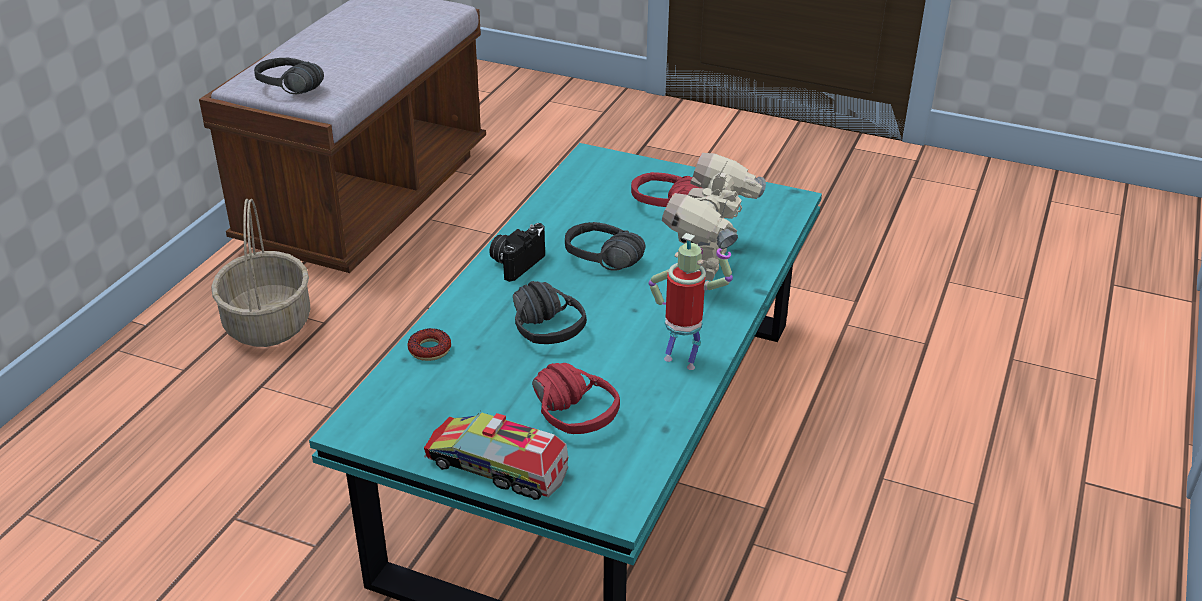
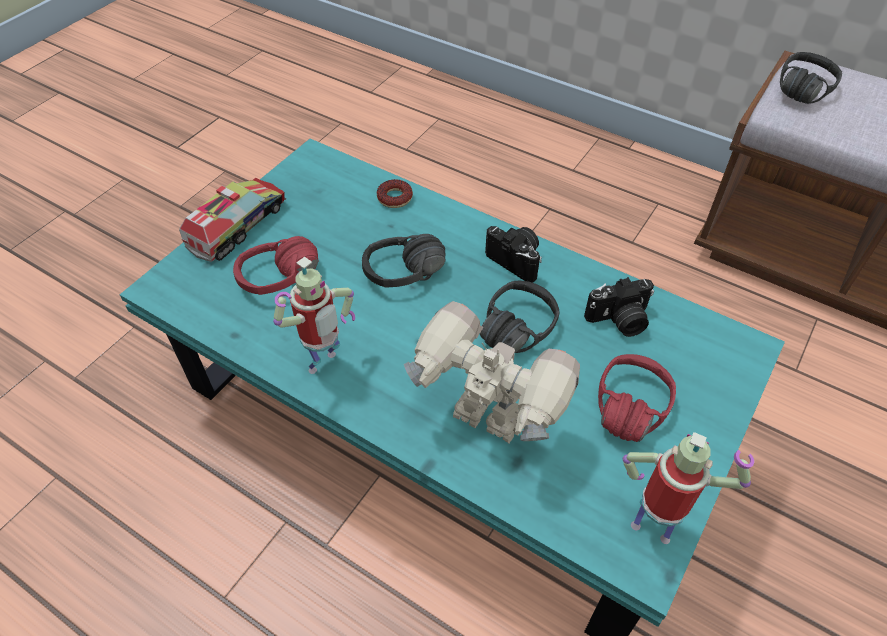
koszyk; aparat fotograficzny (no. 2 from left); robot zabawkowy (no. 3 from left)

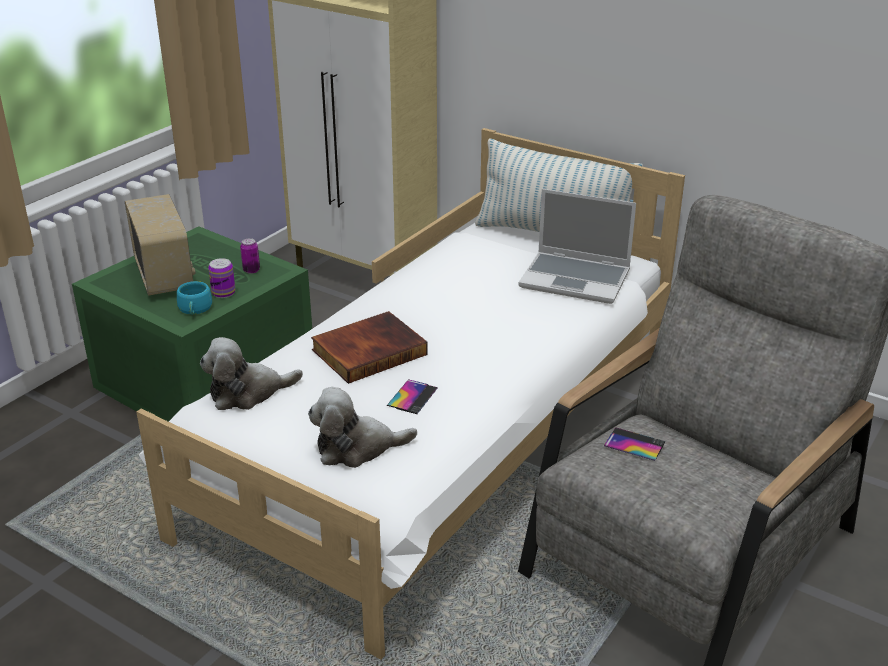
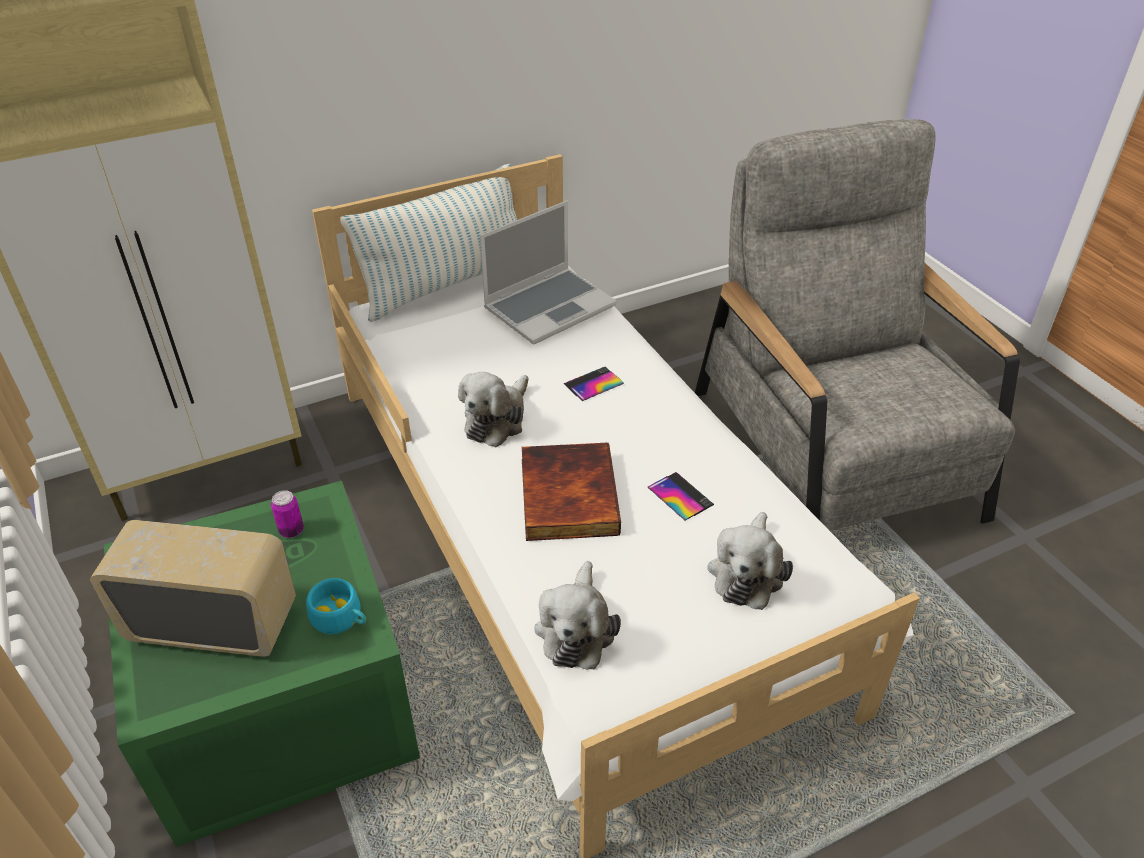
puszka (no. 1 from left in the first image); telefon (no. 1 from left); pluszak (no. 1 from left)

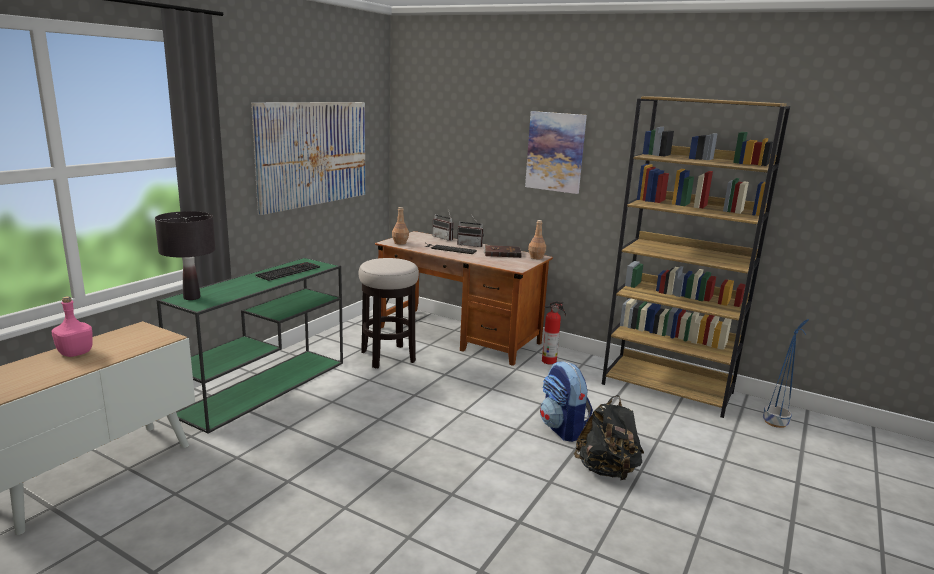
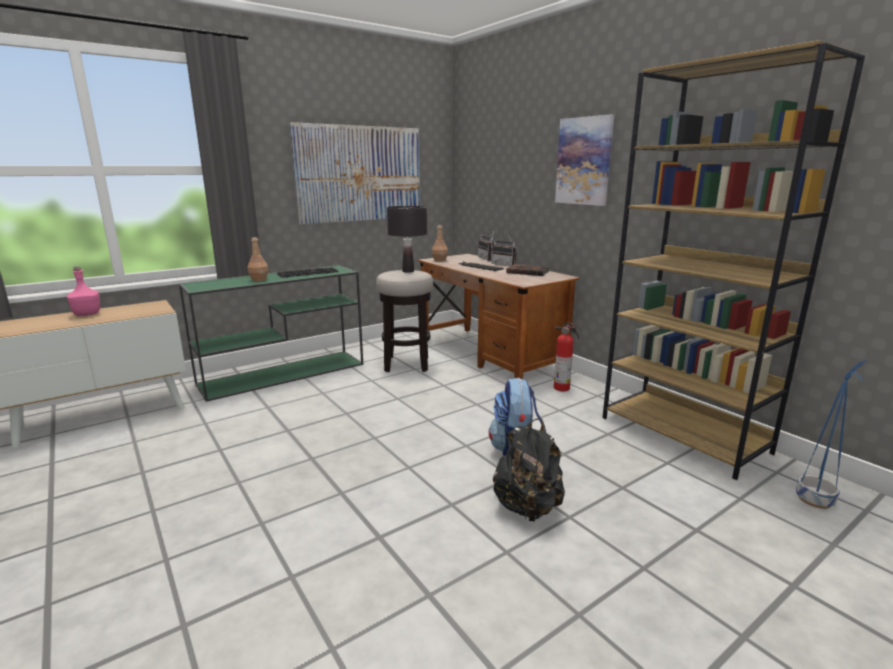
lampa stołowa (czarny); butelka (brązowy) (no. 1 from left)

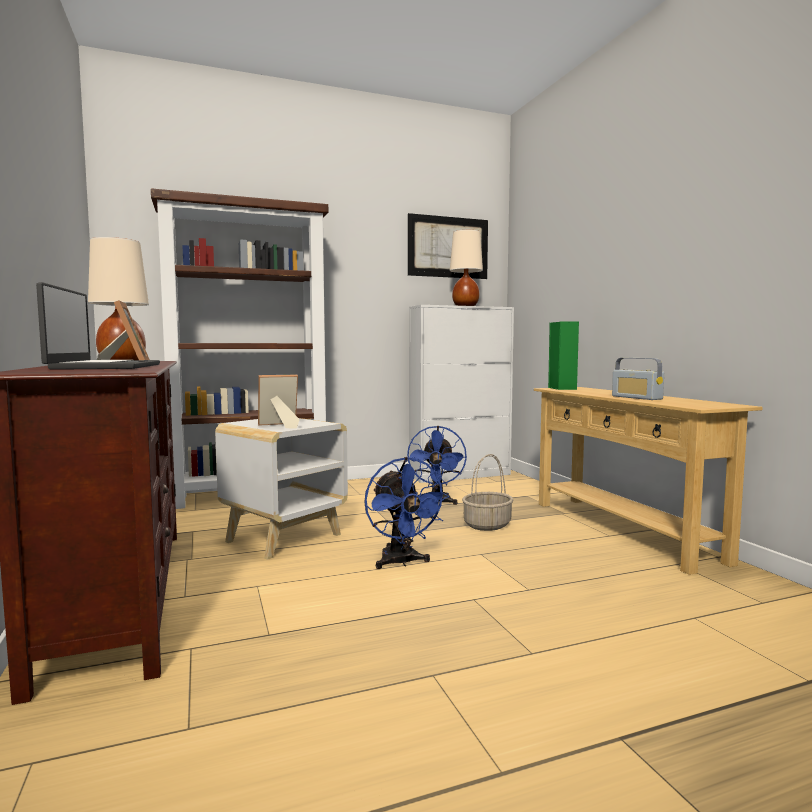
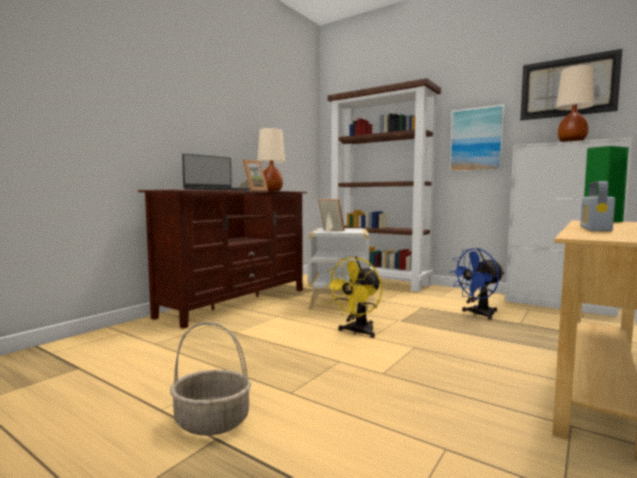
wentylator (żółty); koszyk; obraz (no. 1 from left)

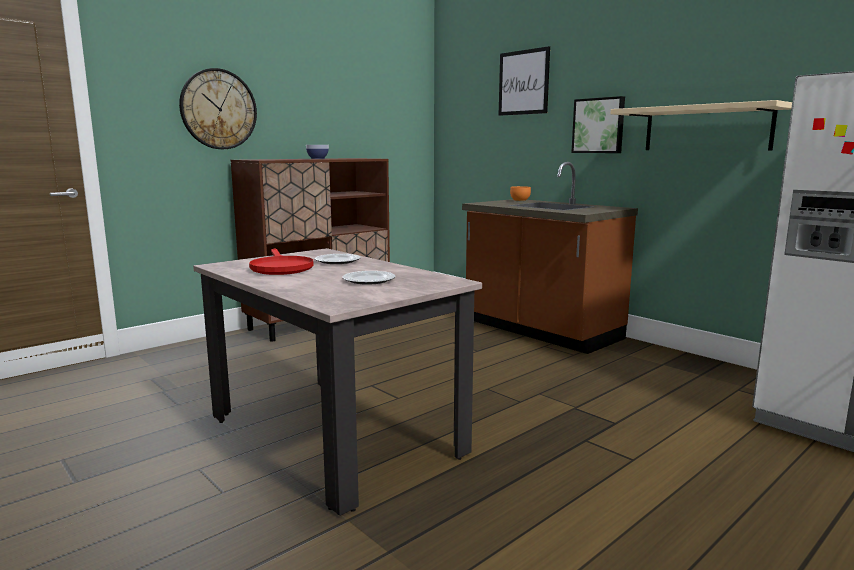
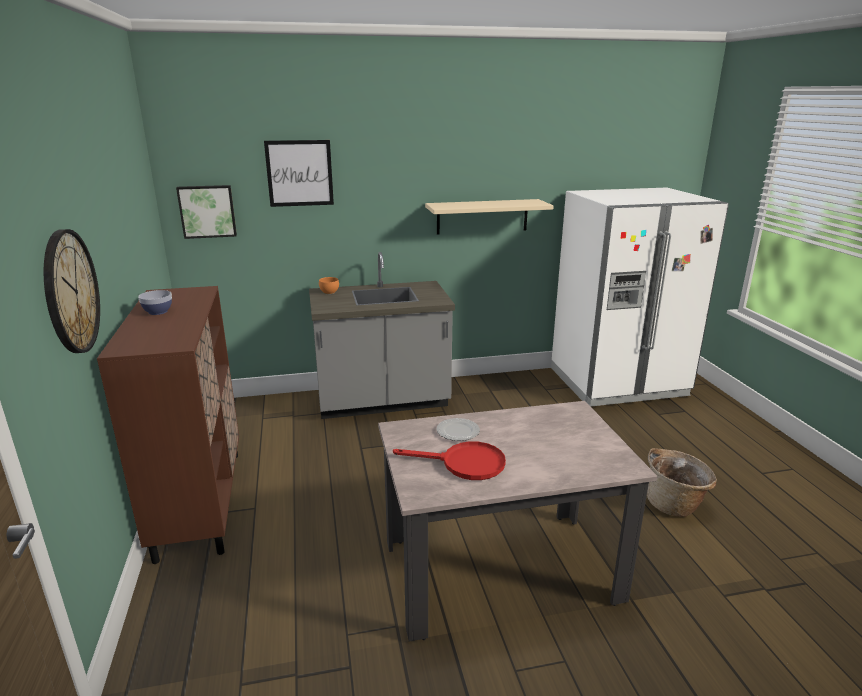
talerz (no. 2 from left in the first image); zabudowa kuchenna (szary); obraz (no. 1 from left); koszyk

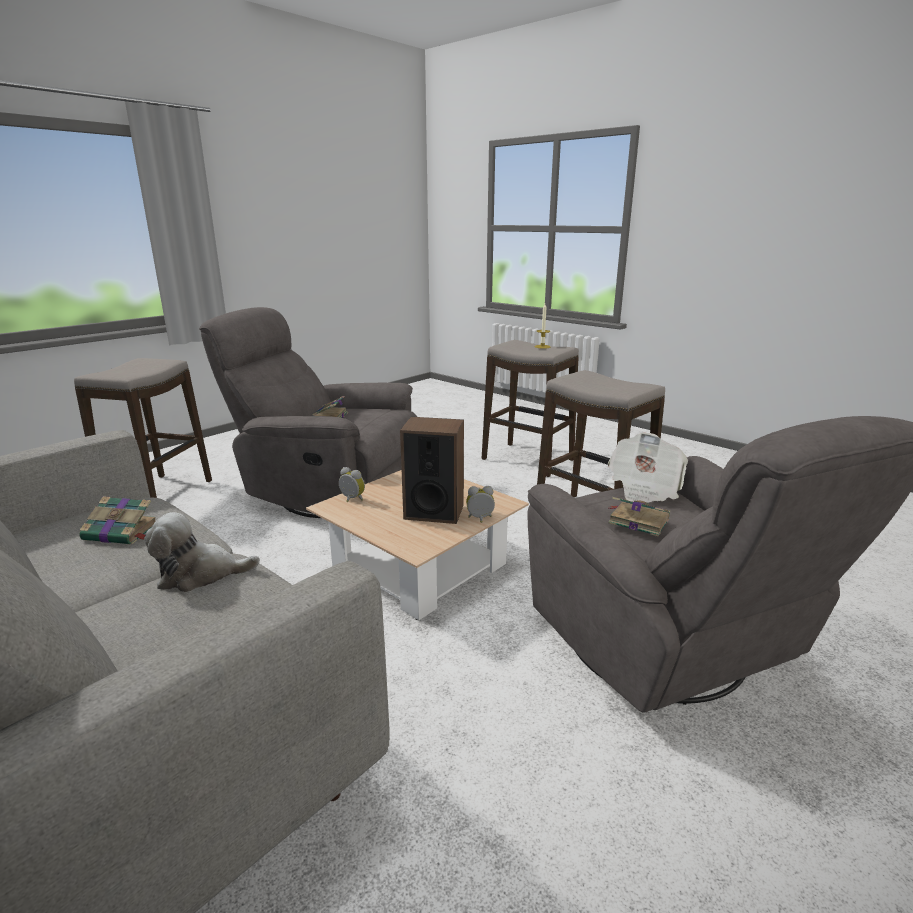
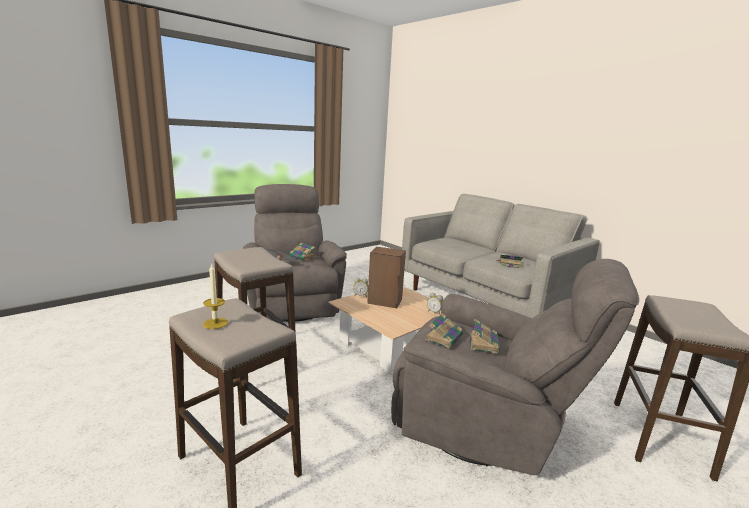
pluszak; książka (no. 2 from left)

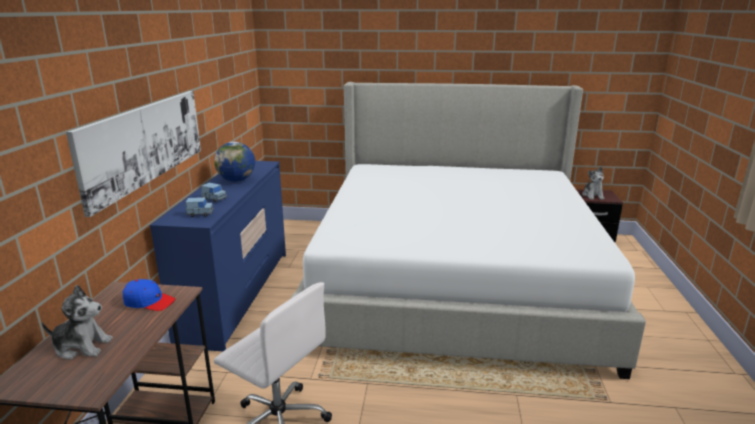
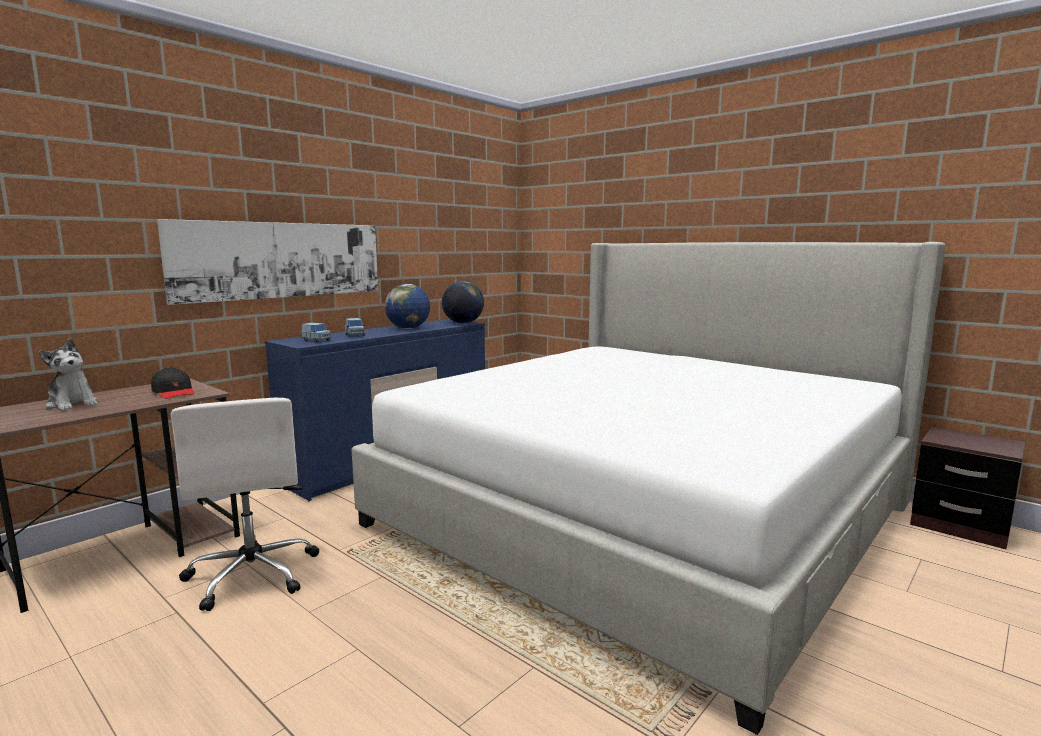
czapka z daszkiem (czarny); pluszak (no. 2 from left in the first image); globus (no. 2 from left)

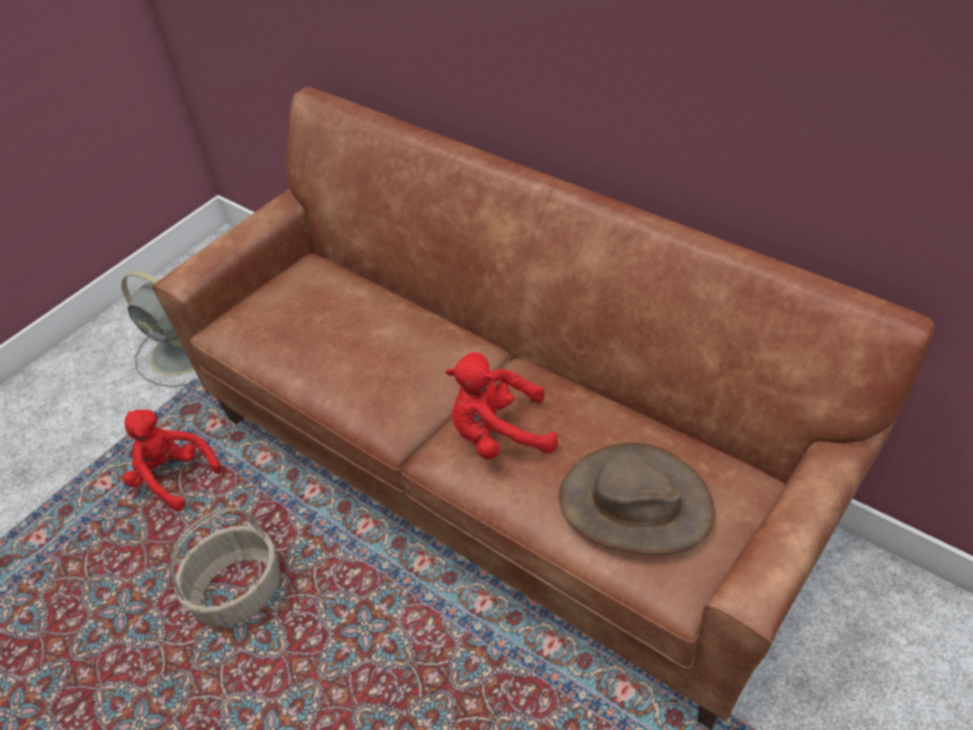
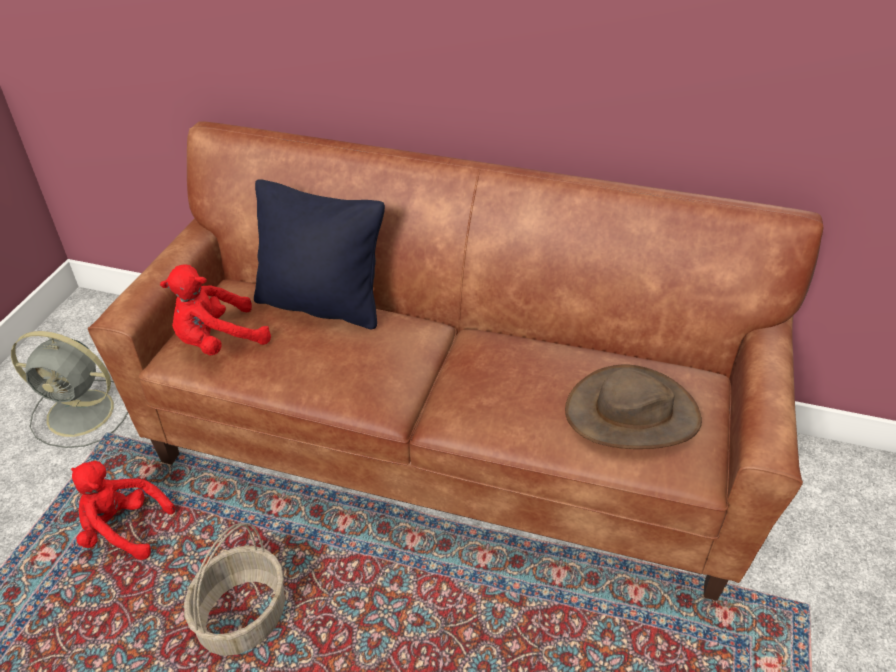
pluszak (czerwony) (no. 2 from left); poduszka (czarny)

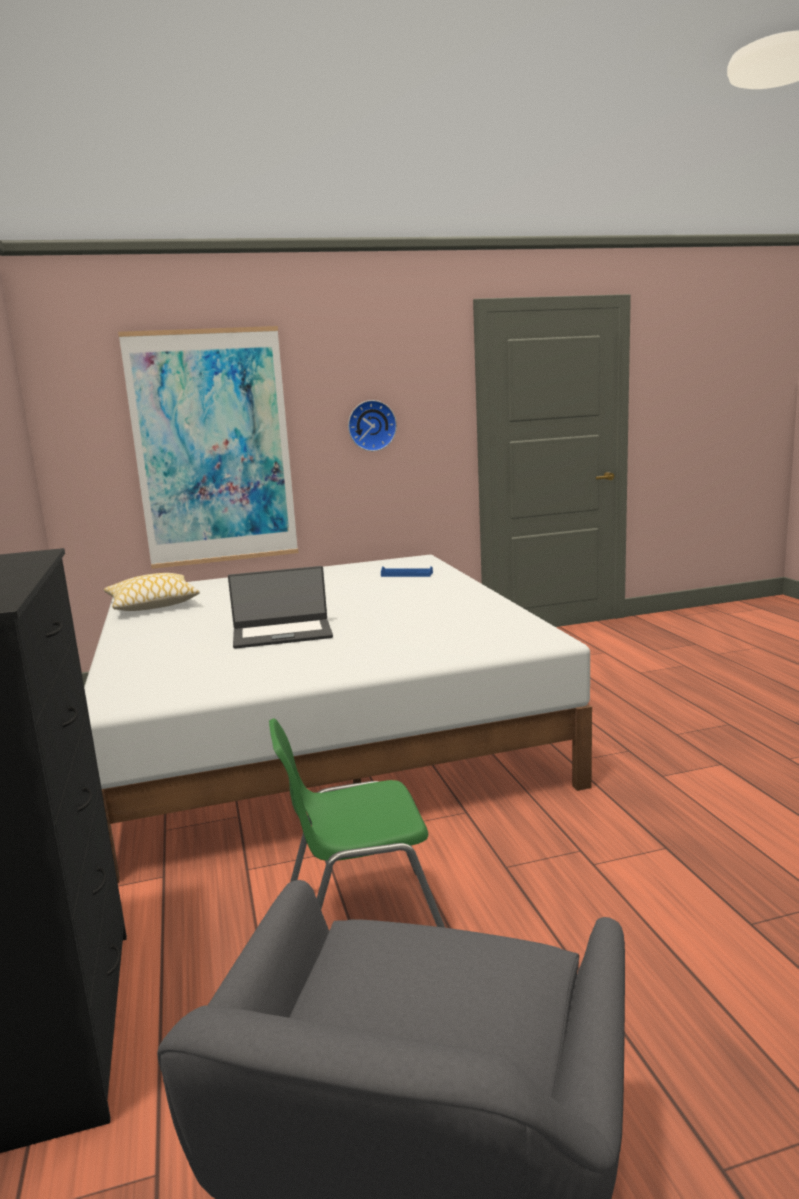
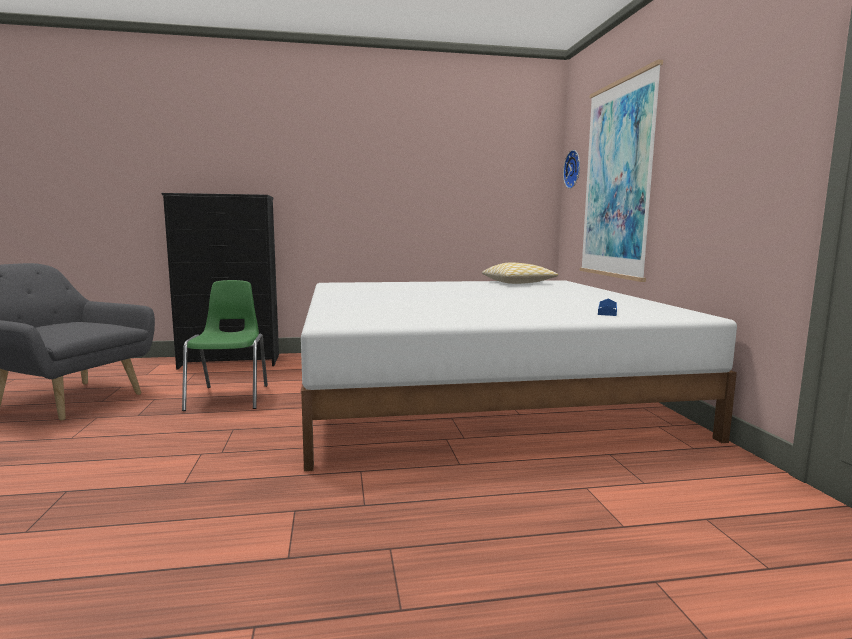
laptop; zegar ścienny

